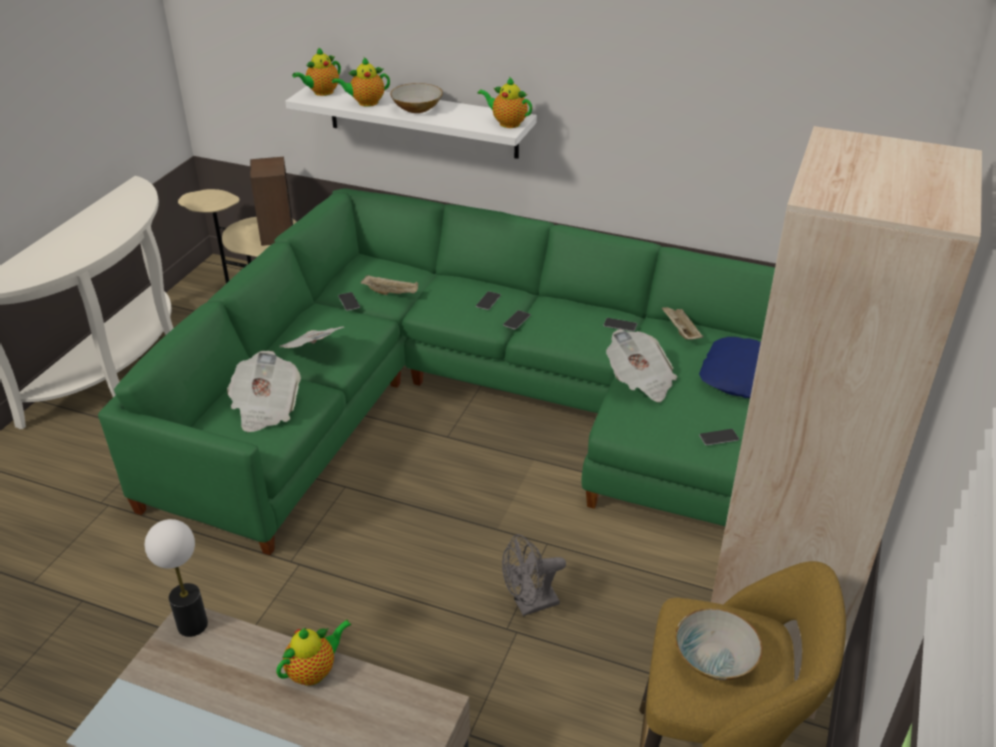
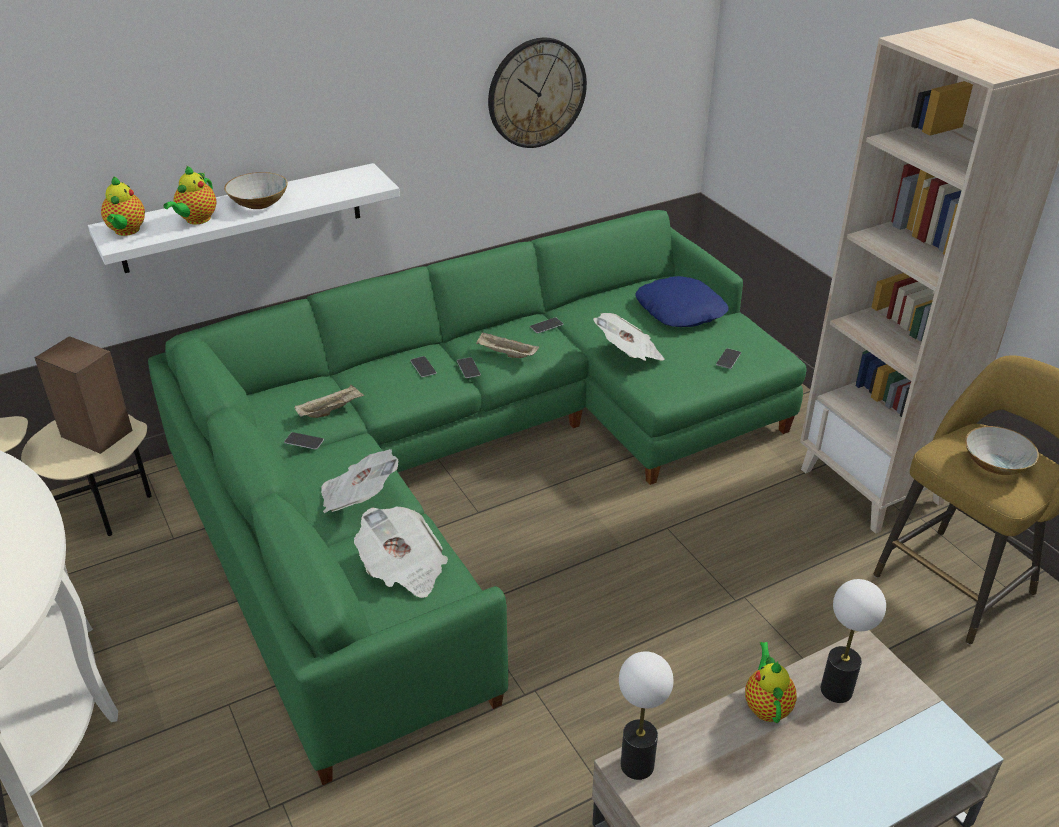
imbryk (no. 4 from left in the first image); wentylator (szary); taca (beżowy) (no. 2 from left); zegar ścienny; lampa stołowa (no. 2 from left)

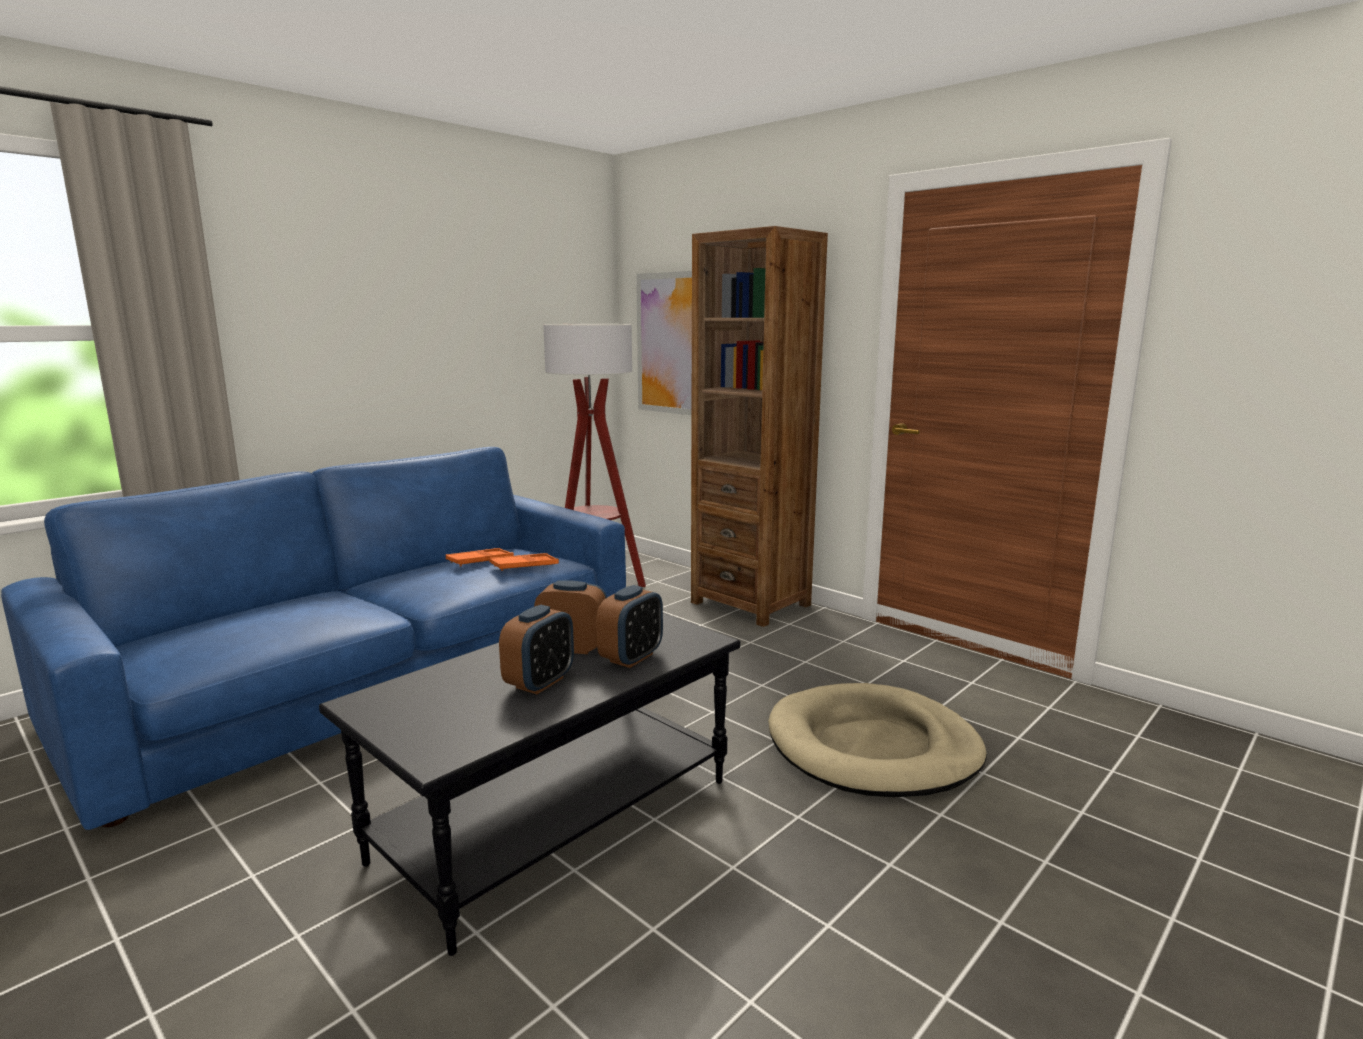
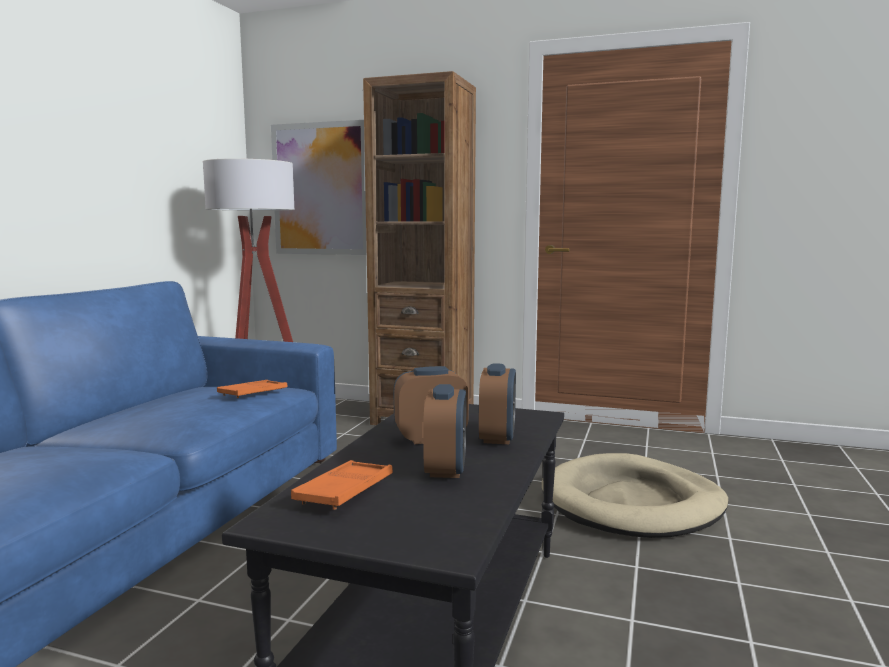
taca (pomarańczowy) (no. 2 from left)

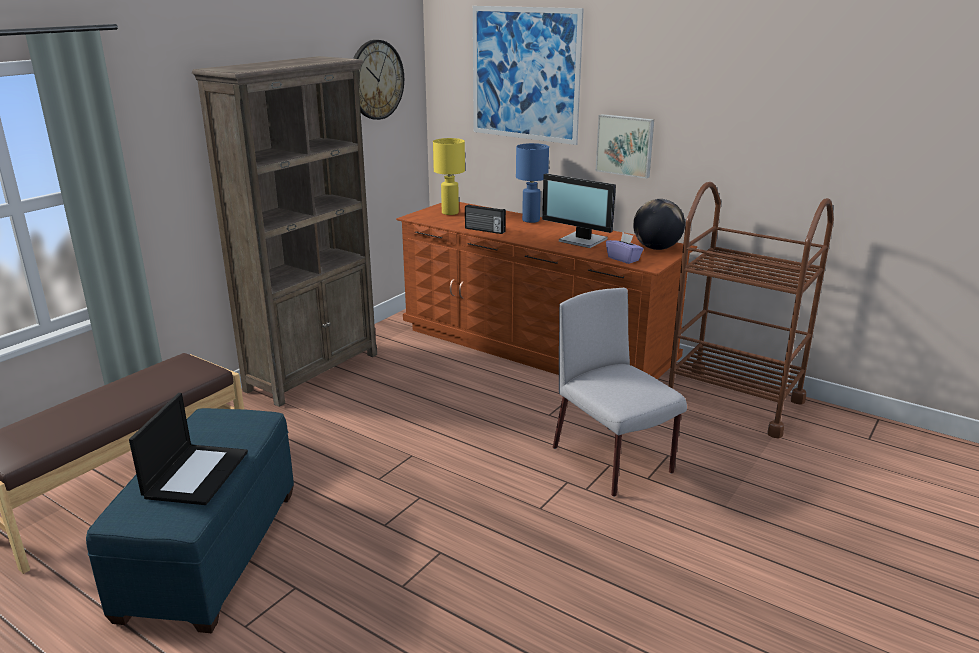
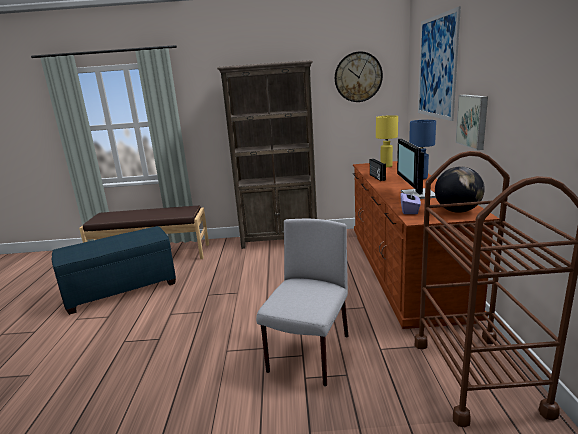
laptop

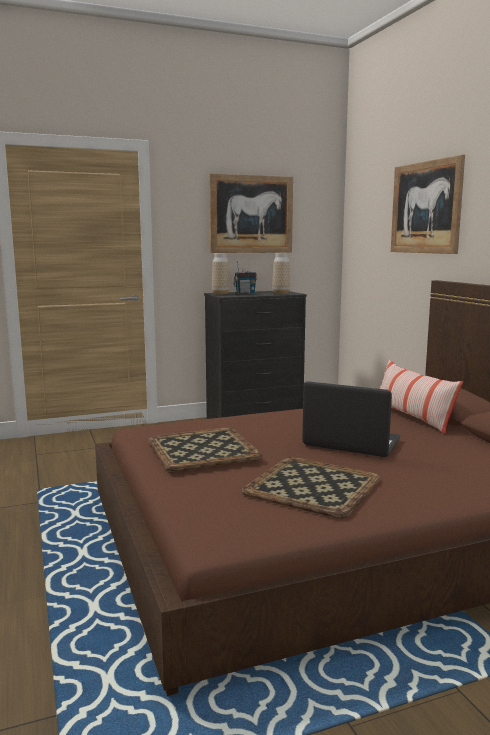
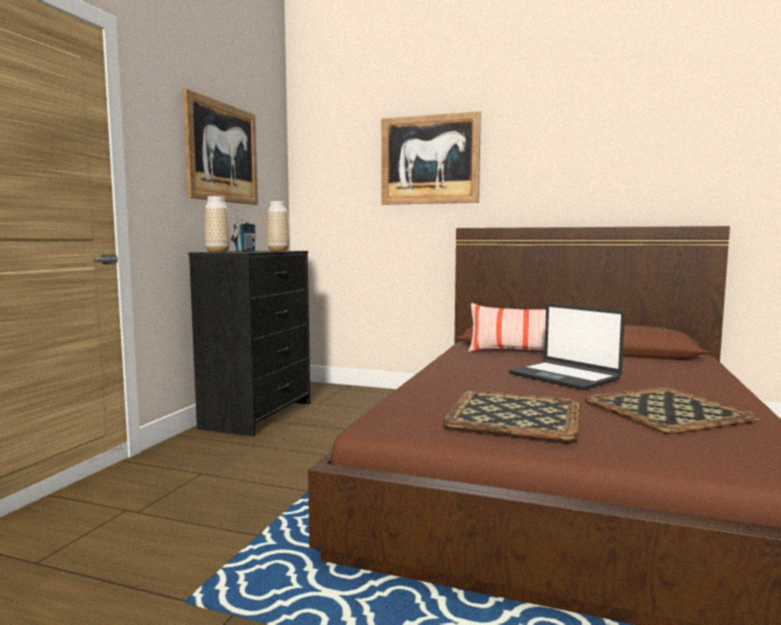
laptop

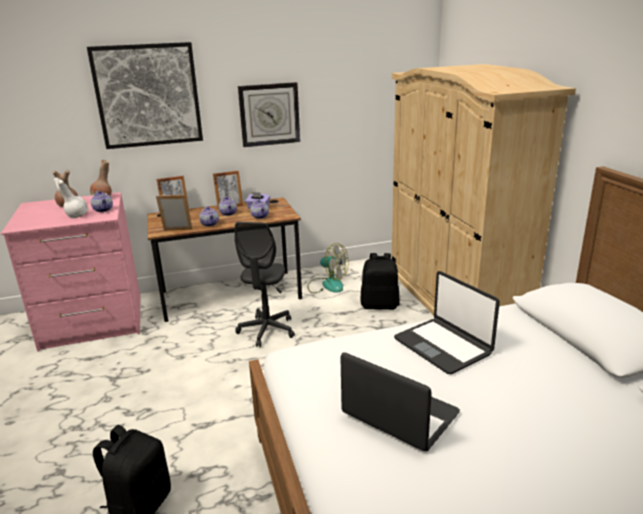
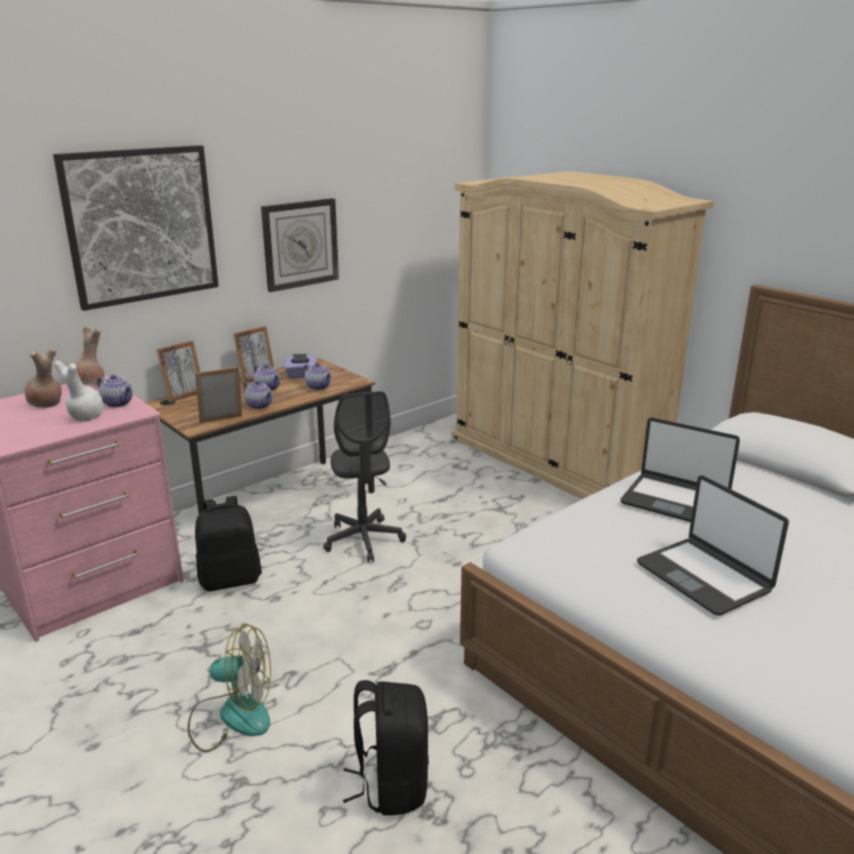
wentylator; laptop (no. 2 from left); plecak (czarny) (no. 1 from left)

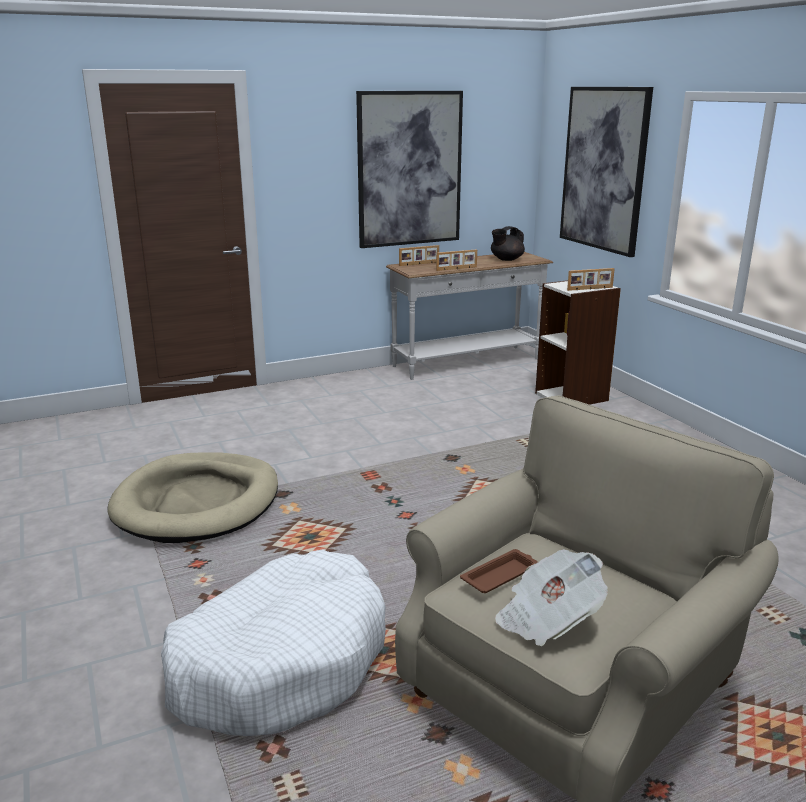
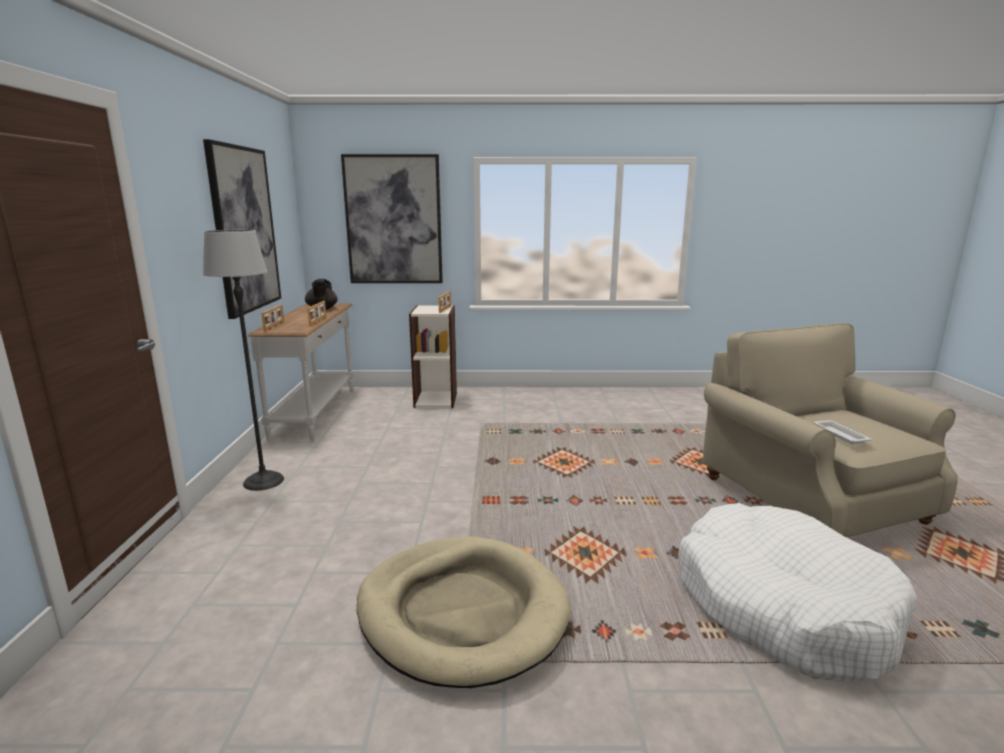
taca (biały); gazeta; lampa stojąca

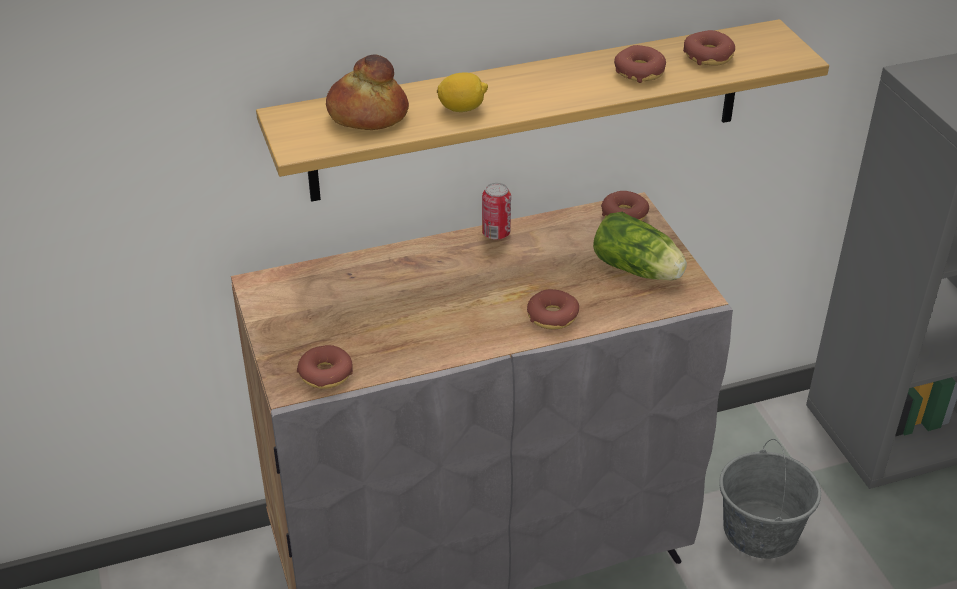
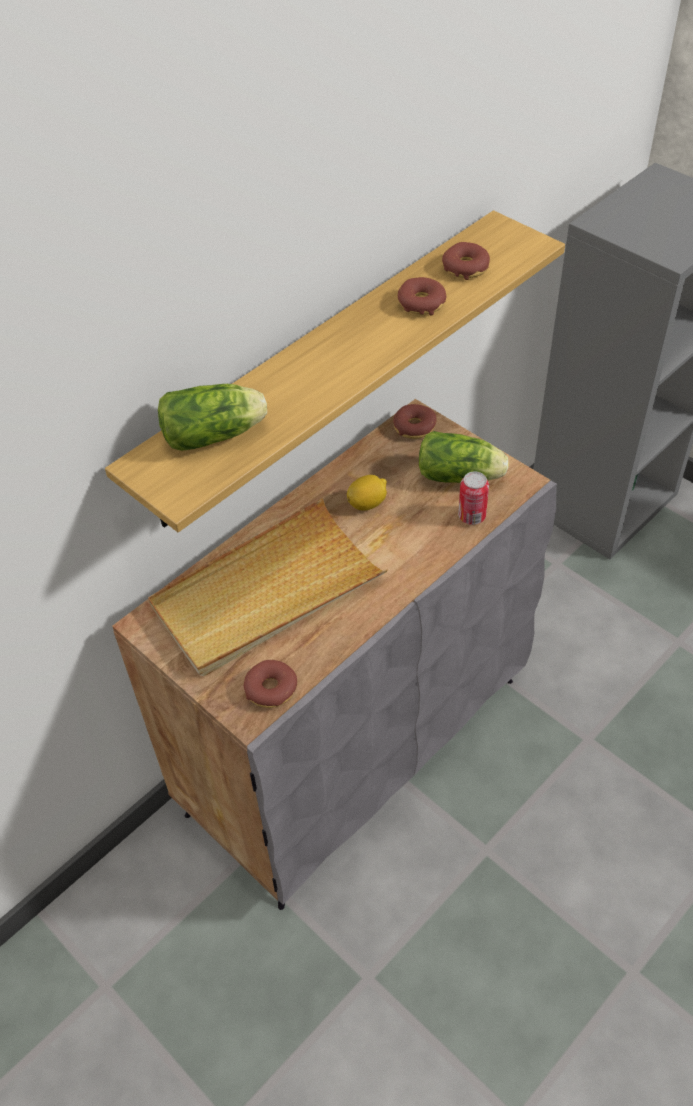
sałata (no. 1 from left); cytryna; puszka; donut (no. 2 from left in the first image); wiadro (szary); taca (beżowy)

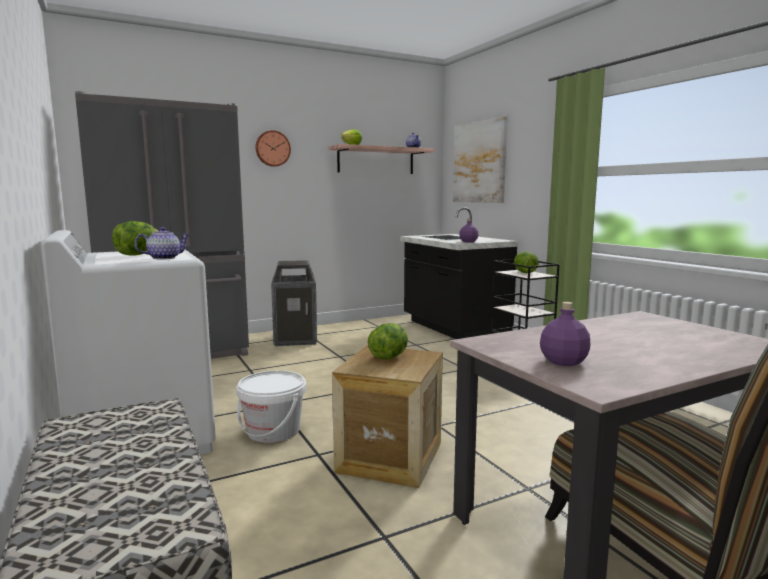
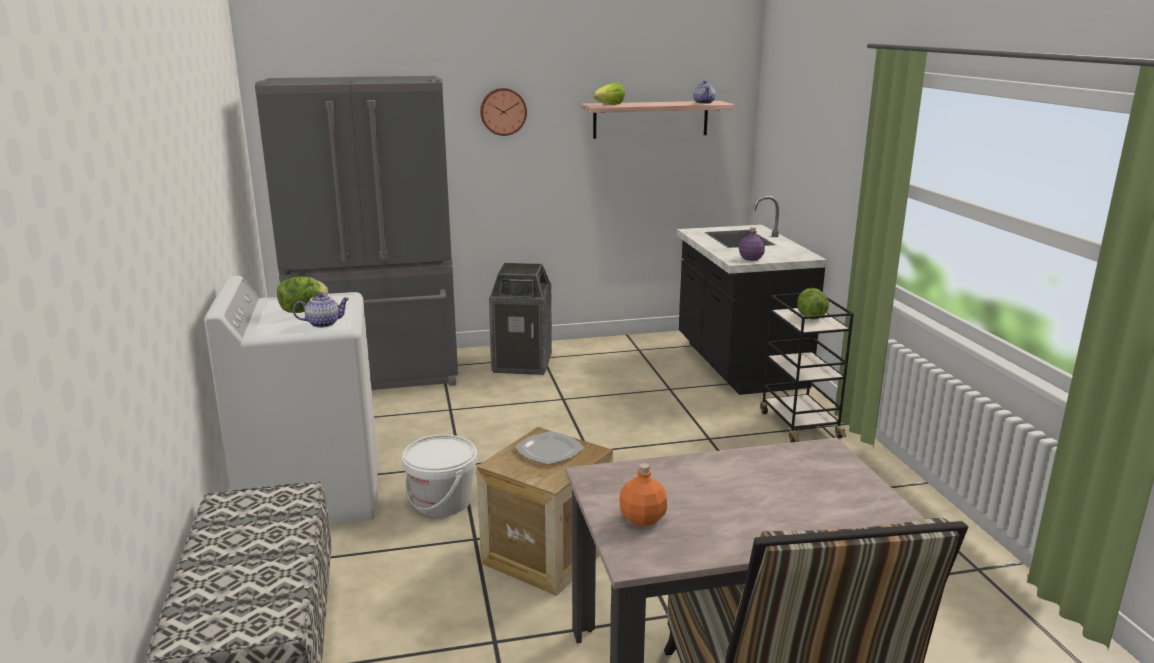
talerz; obraz; butelka (pomarańczowy)

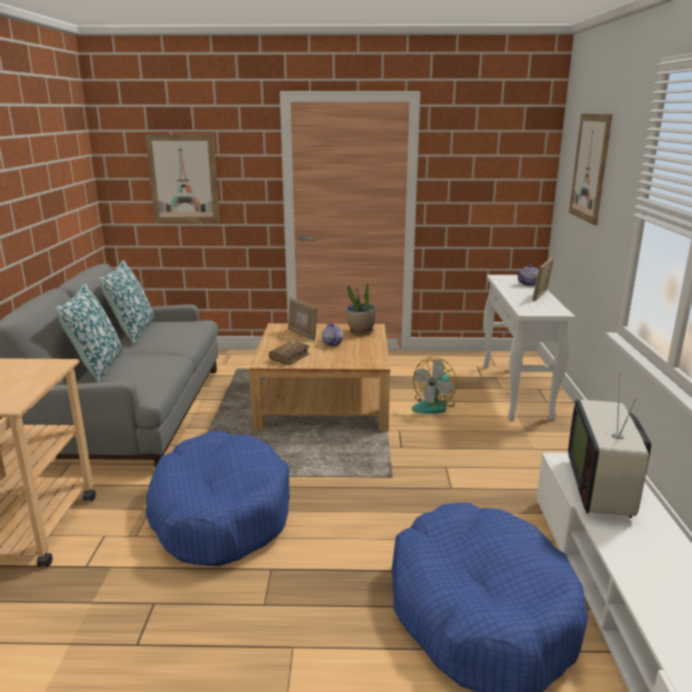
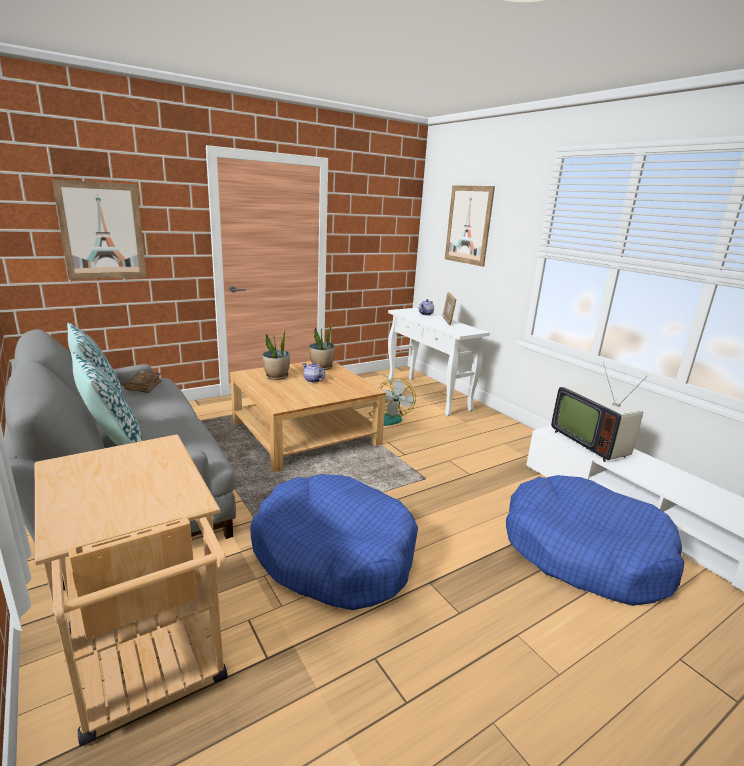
książka (brązowy); roślina doniczkowa (no. 1 from left)

